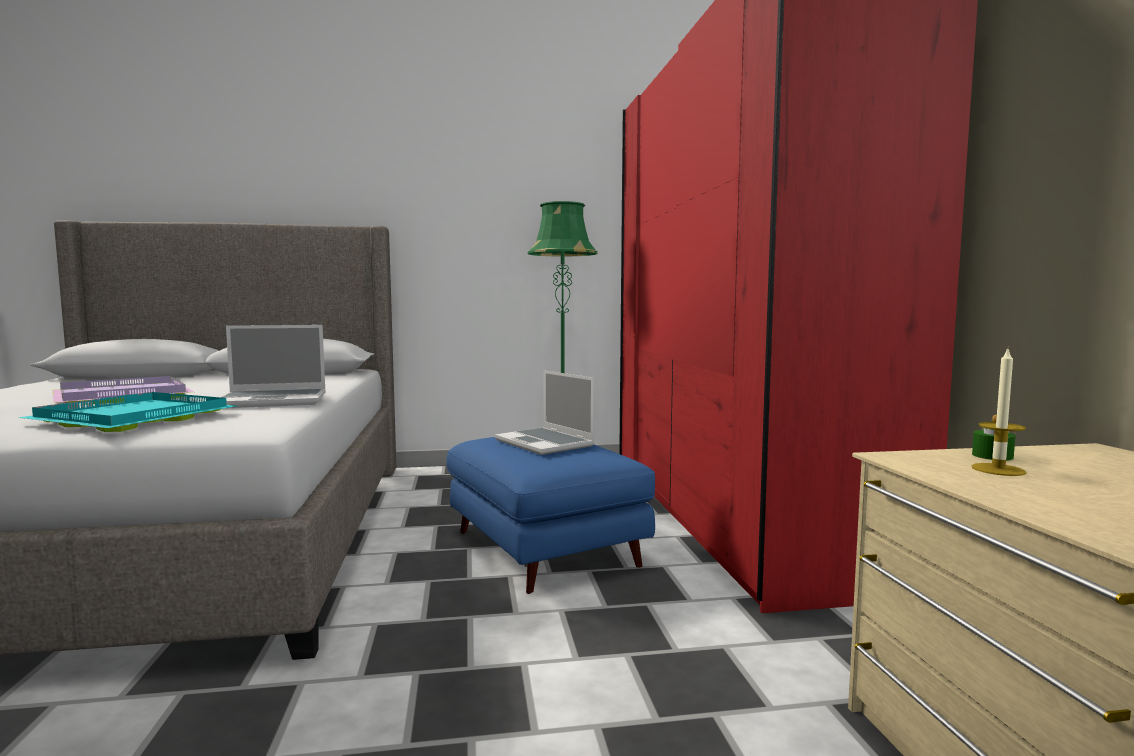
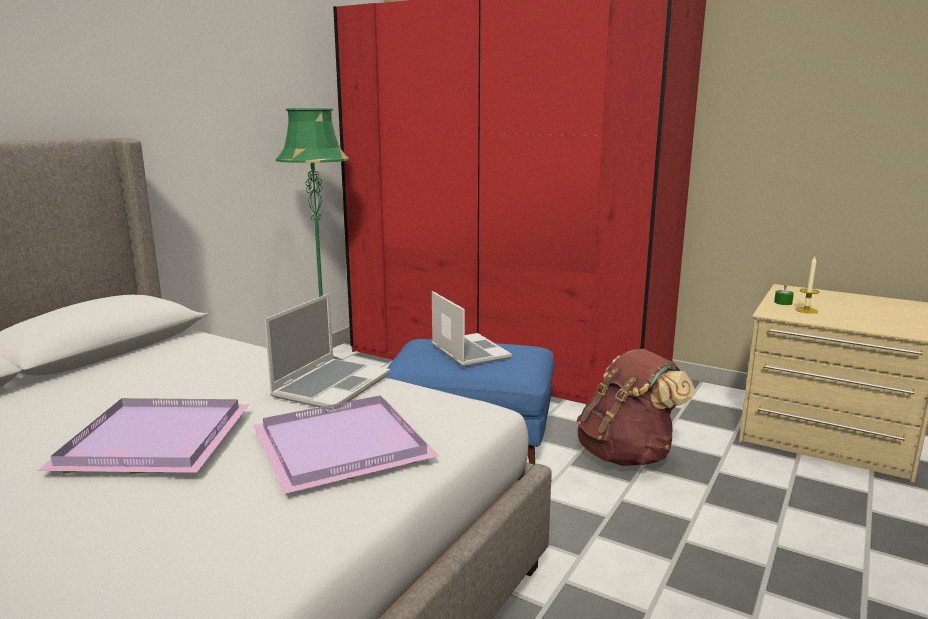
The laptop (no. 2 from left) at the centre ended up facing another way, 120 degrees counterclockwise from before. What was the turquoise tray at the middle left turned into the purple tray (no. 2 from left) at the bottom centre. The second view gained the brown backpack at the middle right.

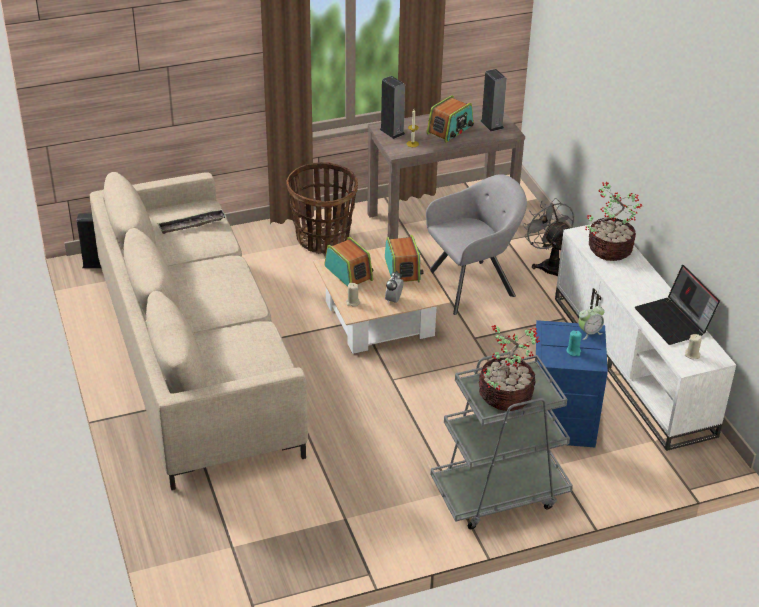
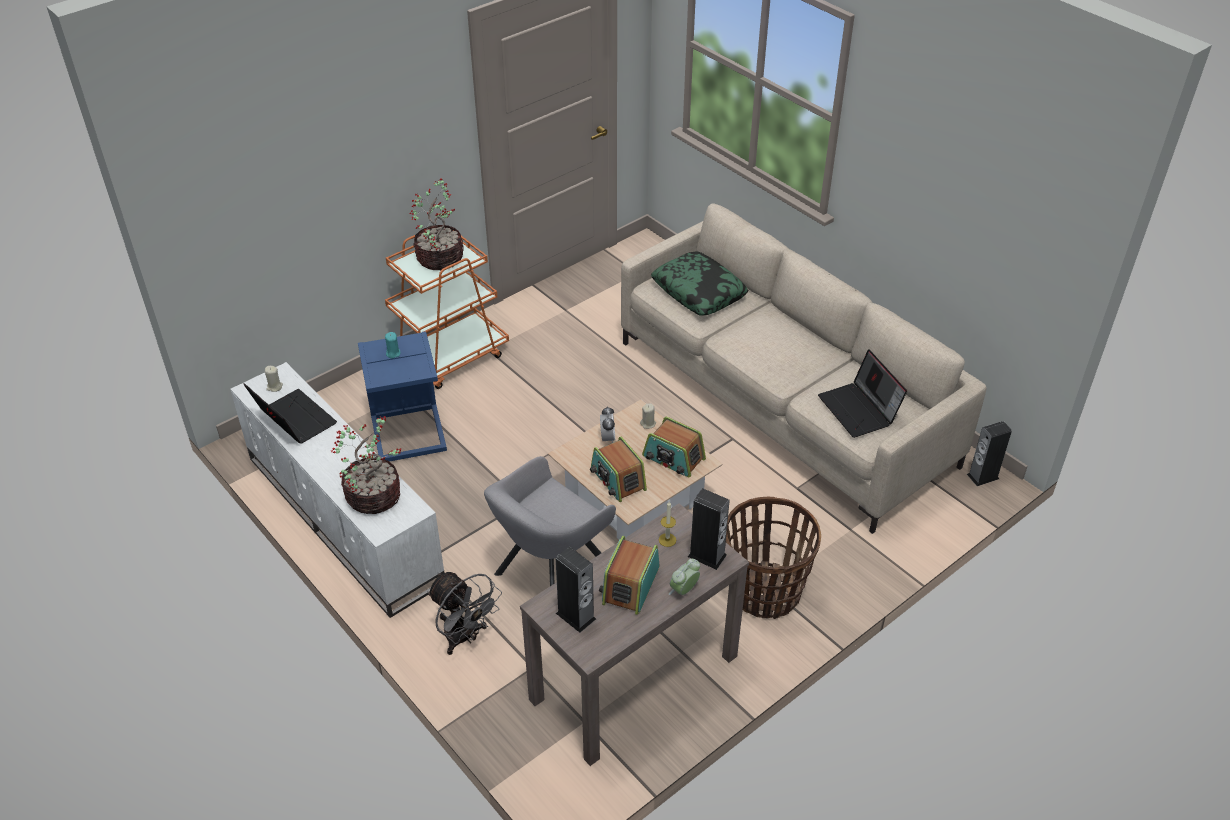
Where the tray stood at the middle left, the laptop (no. 2 from left) came to stand at the middle right. The alarm clock (no. 2 from left) ended up elsewhere, having gone from the middle right to the bottom centre. What was the grey cart at the bottom centre turned into the orange cart at the centre. The second view gained the pillow at the centre.

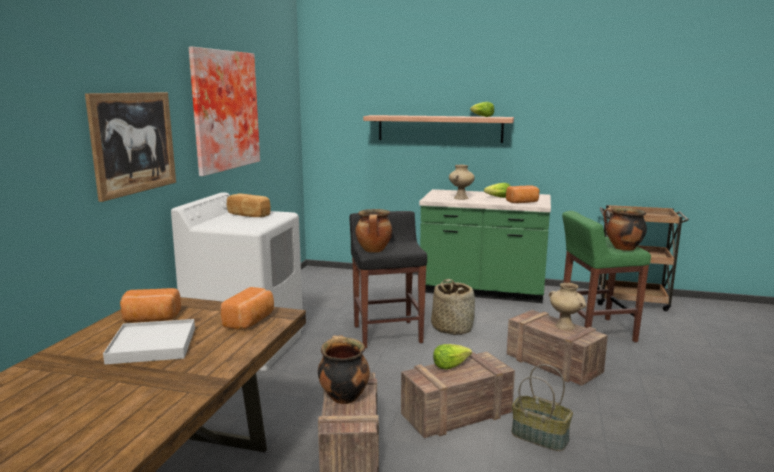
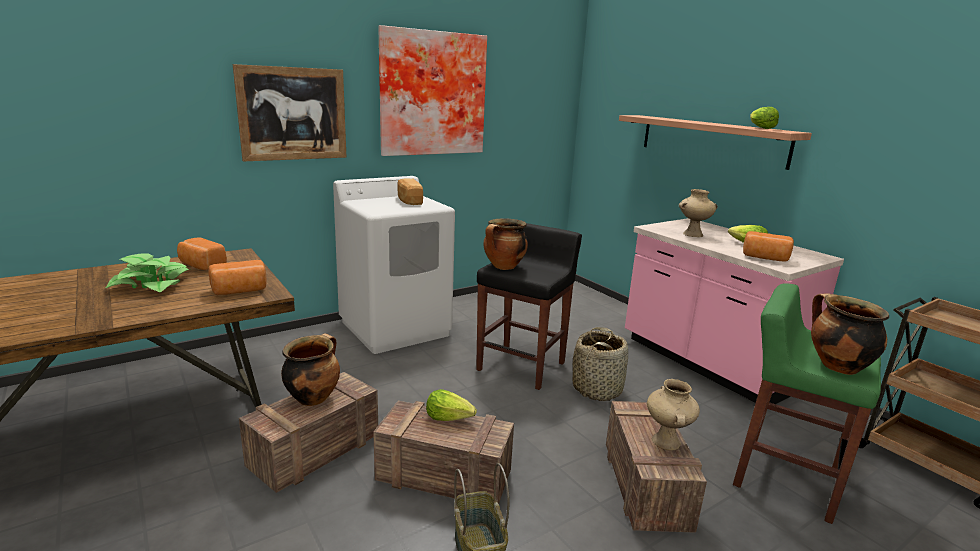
What was the green counter at the centre turned into the pink counter at the middle right. Where the white tray stood at the bottom left, the potted plant came to stand at the middle left.

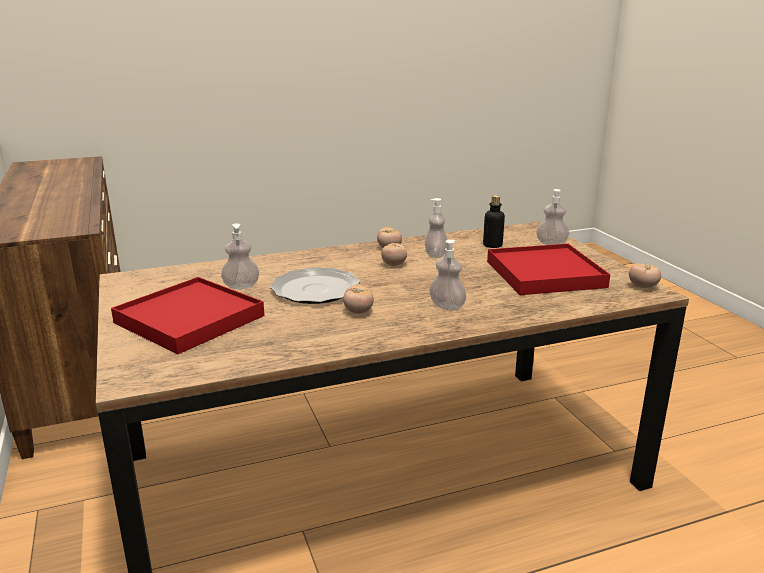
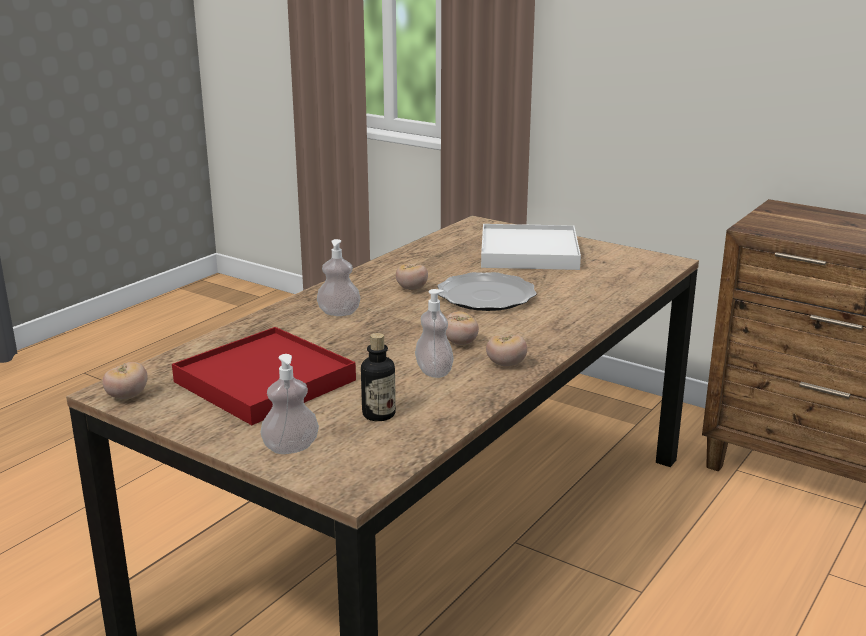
The second view lost the soap dispenser (no. 1 from left) at the middle left. What was the red tray (no. 1 from left) at the middle left turned into the white tray at the centre.

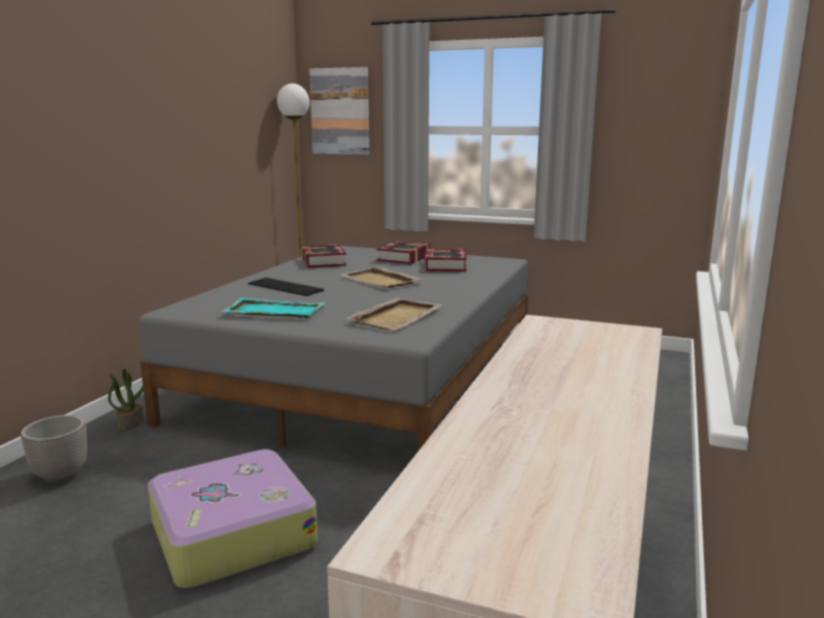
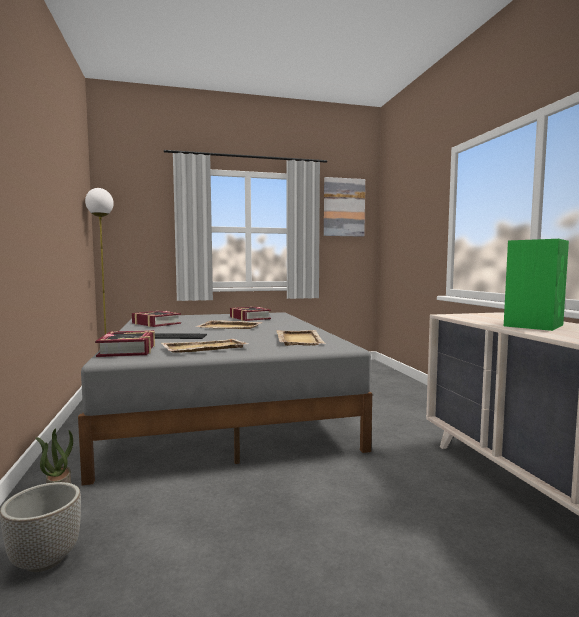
The picture ended up elsewhere, having gone from the top centre to the centre. The book (no. 2 from left in the first image) ended up elsewhere, having gone from the centre to the middle left. What was the turquoise tray at the middle left turned into the beige tray (no. 1 from left) at the centre. The second view lost the suitcase at the bottom left. The second view gained the green speaker at the middle right.

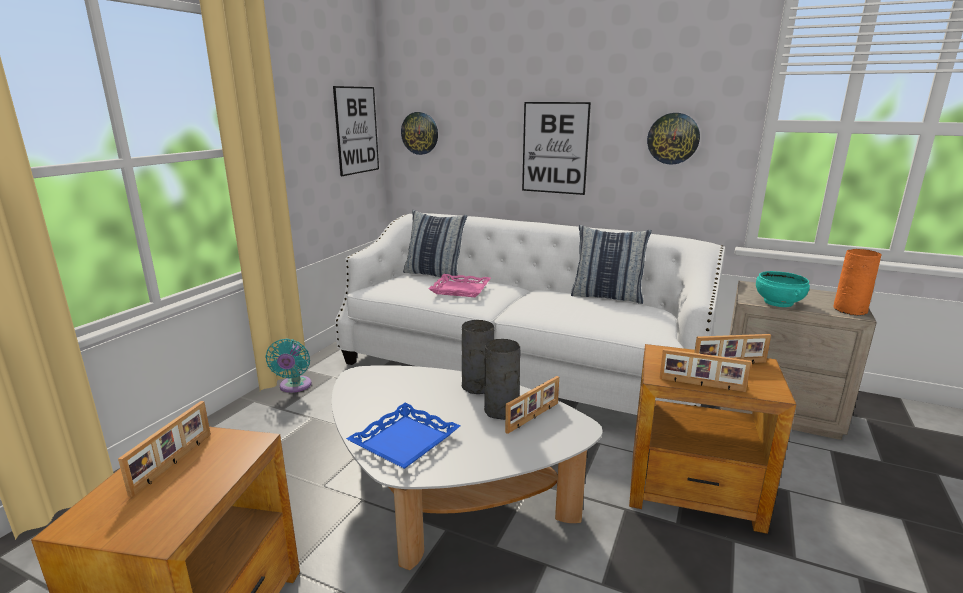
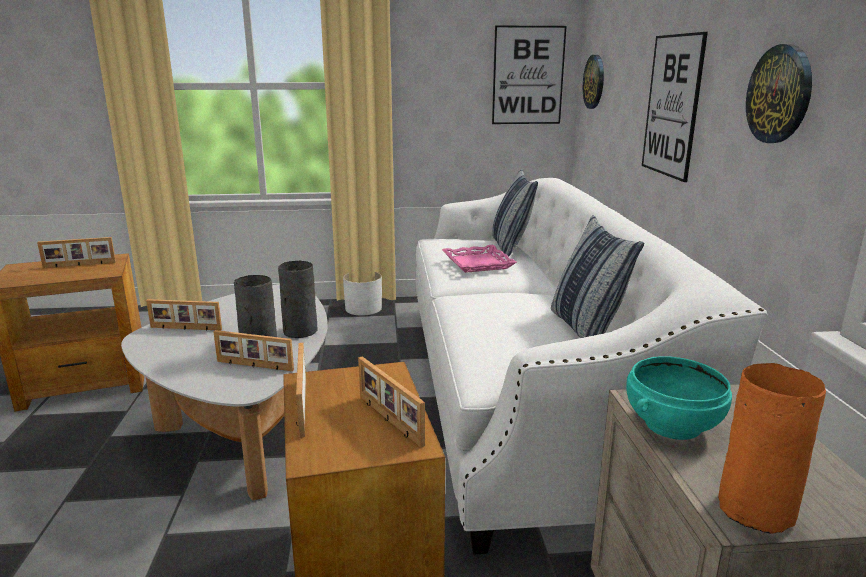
Where the turquoise fan stood at the middle left, the white planter came to stand at the centre. Where the blue tray stood at the bottom centre, the picture frame (no. 2 from left) came to stand at the middle left.

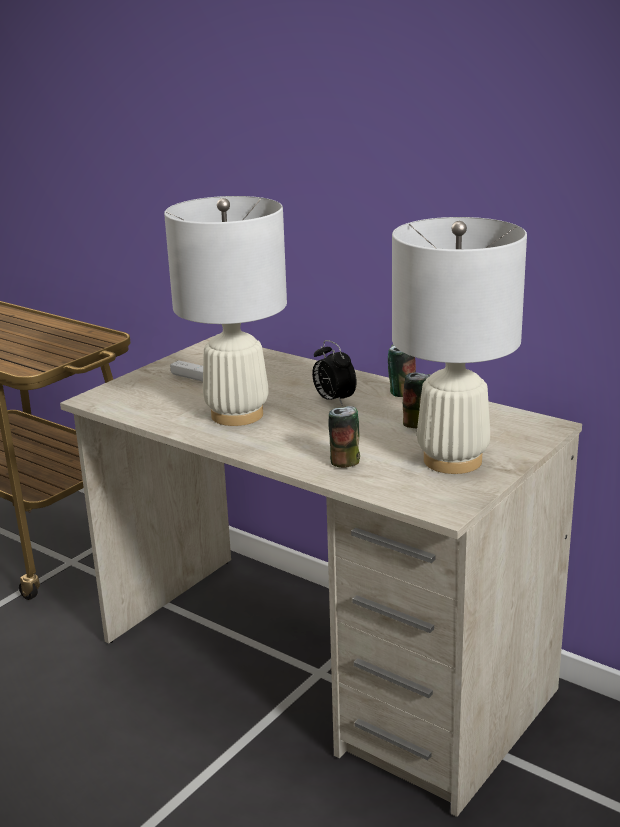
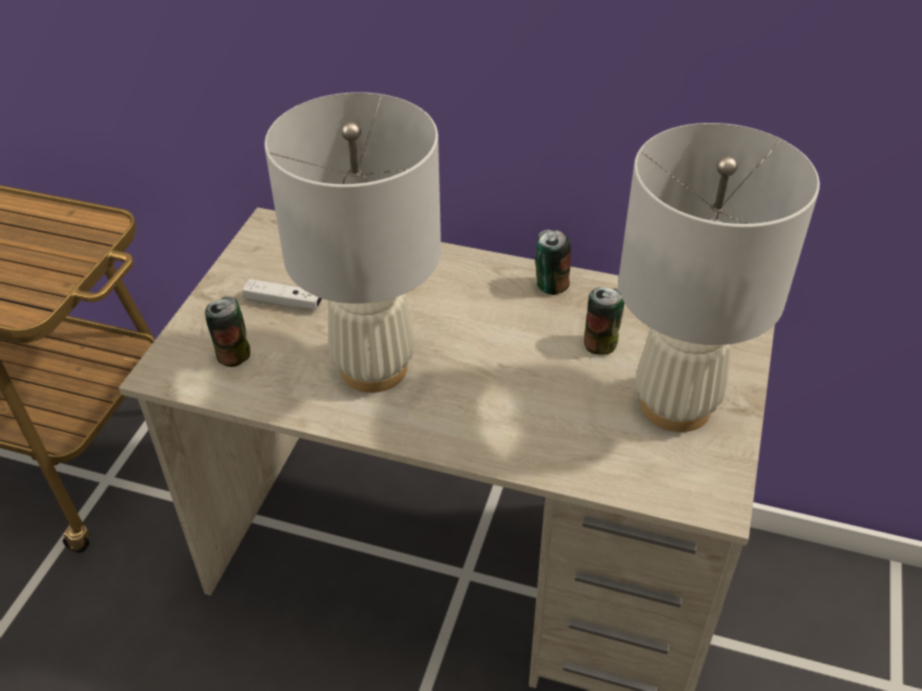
The second view lost the alarm clock at the centre. The can (no. 1 from left) ended up elsewhere, having gone from the centre to the middle left.

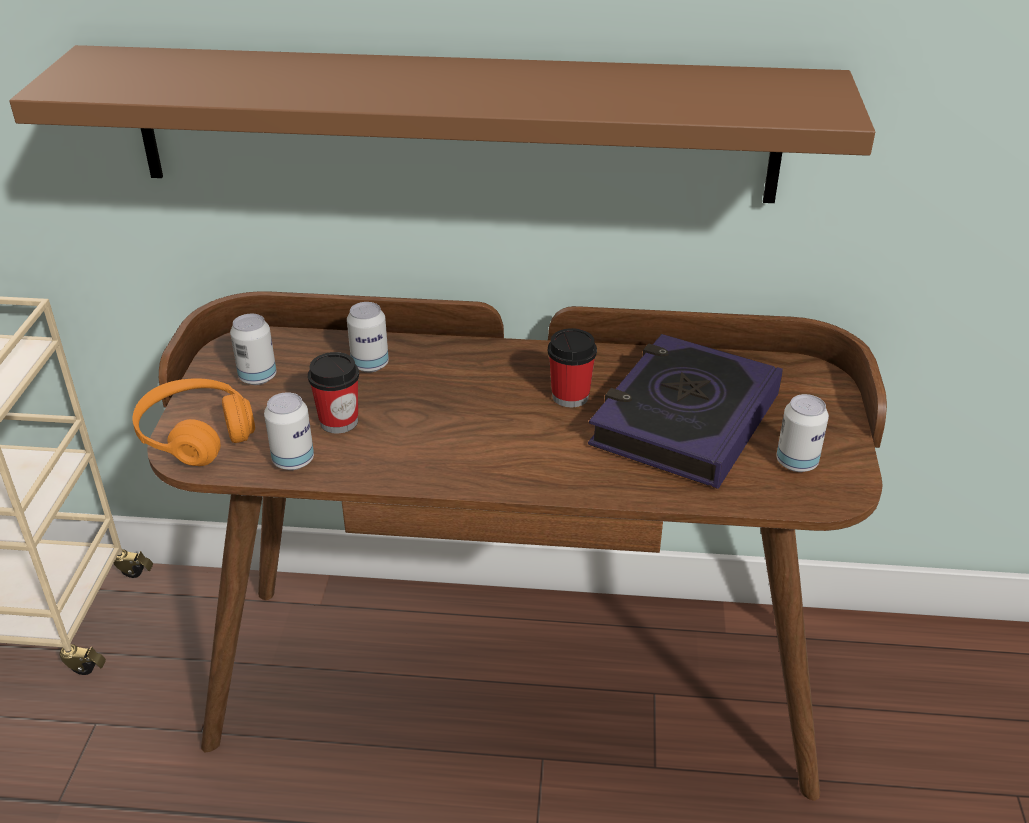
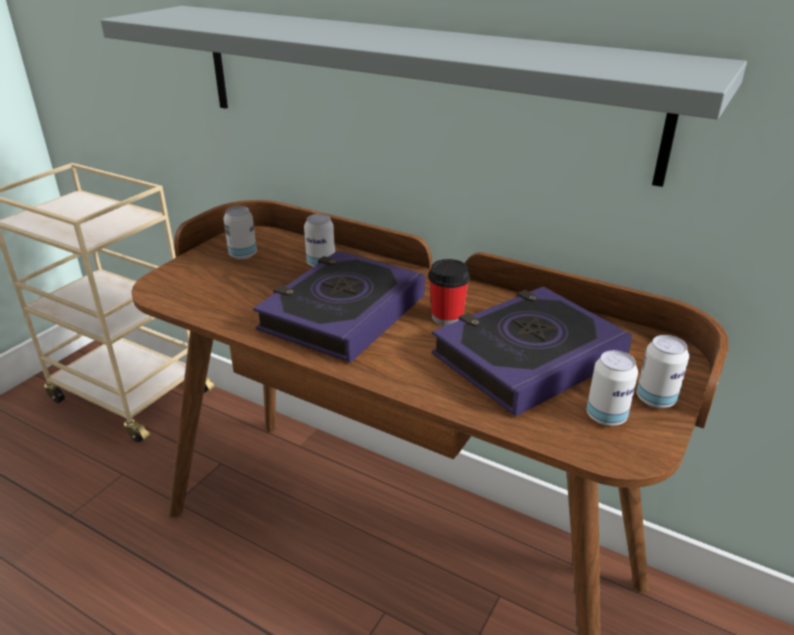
What was the brown shelf at the top centre turned into the grey shelf at the top centre. The second view lost the cup (no. 1 from left) at the middle left. The second view lost the orange headphones at the middle left. The can (no. 2 from left in the first image) ended up elsewhere, having gone from the middle left to the middle right. The second view gained the book (no. 1 from left) at the centre.

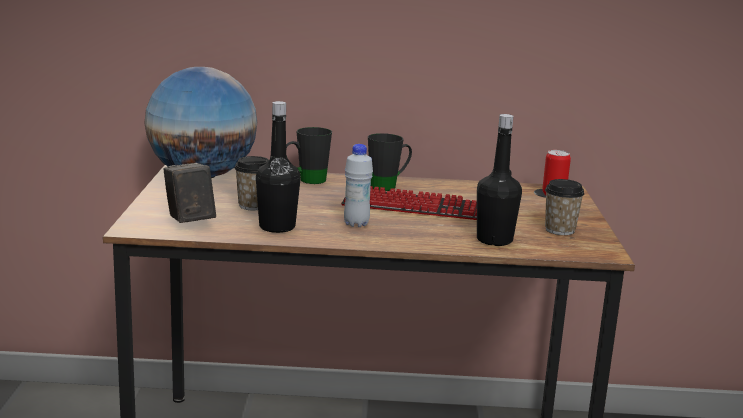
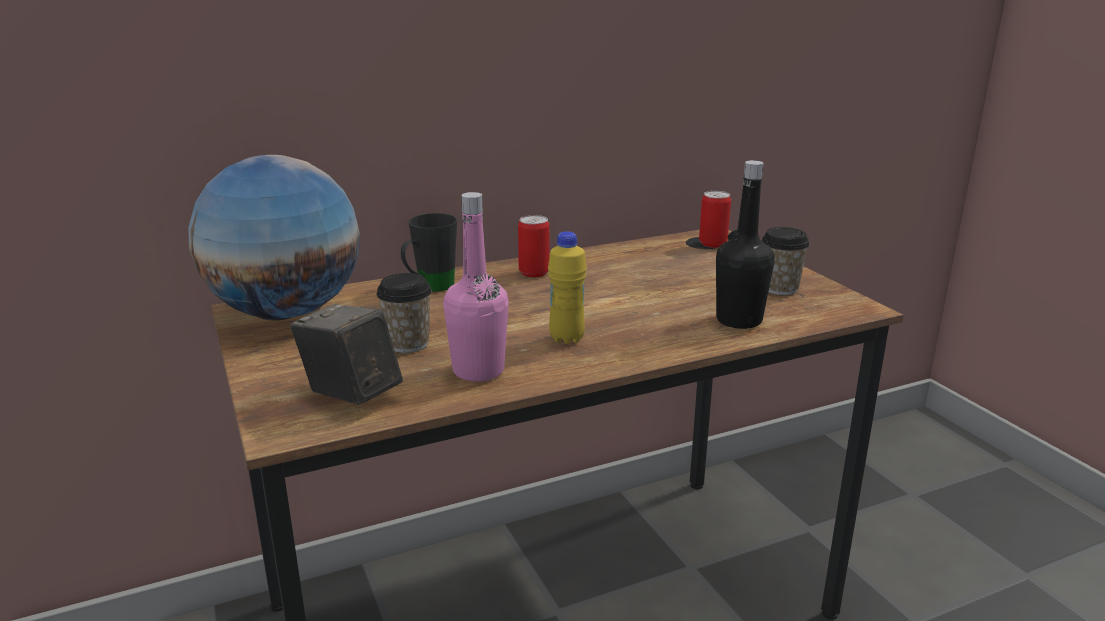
What was the black bottle (no. 1 from left) at the centre turned into the pink bottle at the centre. Where the black mug (no. 2 from left) stood at the centre, the can (no. 1 from left) came to stand at the centre. What was the white bottle at the centre turned into the yellow bottle at the centre. The second view lost the keyboard at the centre.

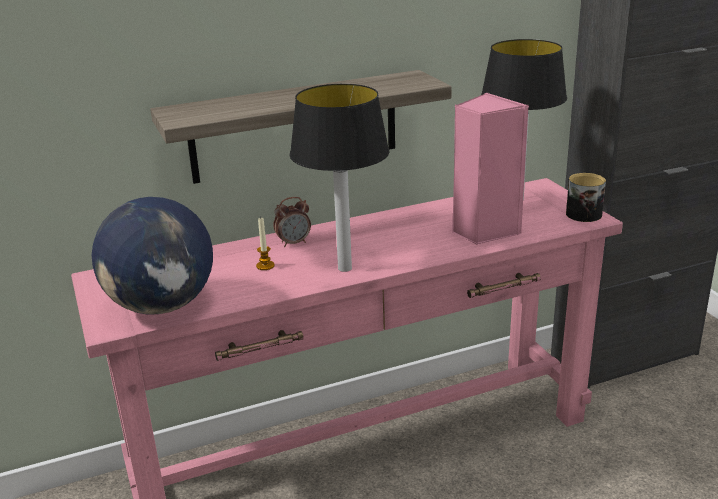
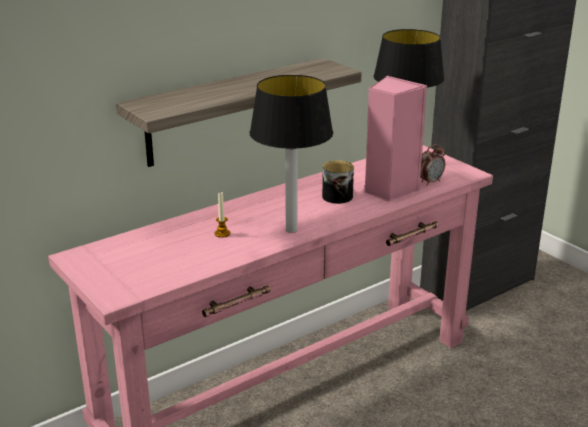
The mug ended up elsewhere, having gone from the middle right to the centre. The second view lost the globe at the middle left. The alarm clock ended up elsewhere, having gone from the centre to the middle right.

